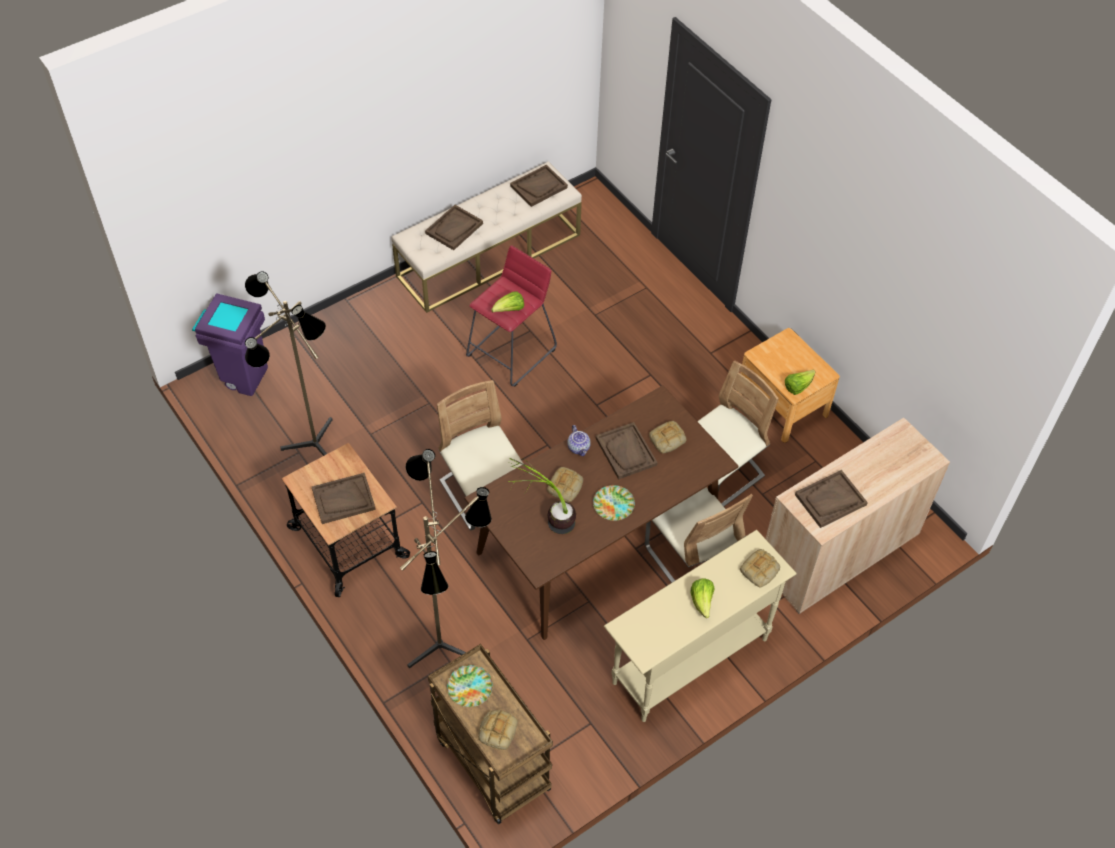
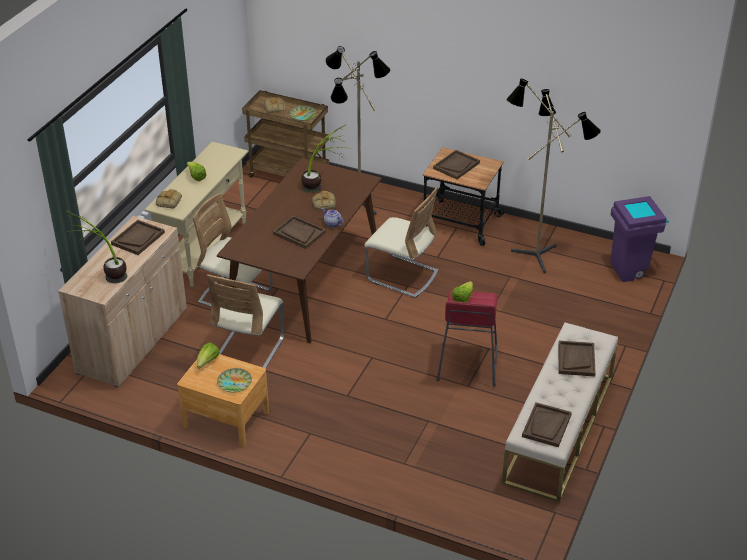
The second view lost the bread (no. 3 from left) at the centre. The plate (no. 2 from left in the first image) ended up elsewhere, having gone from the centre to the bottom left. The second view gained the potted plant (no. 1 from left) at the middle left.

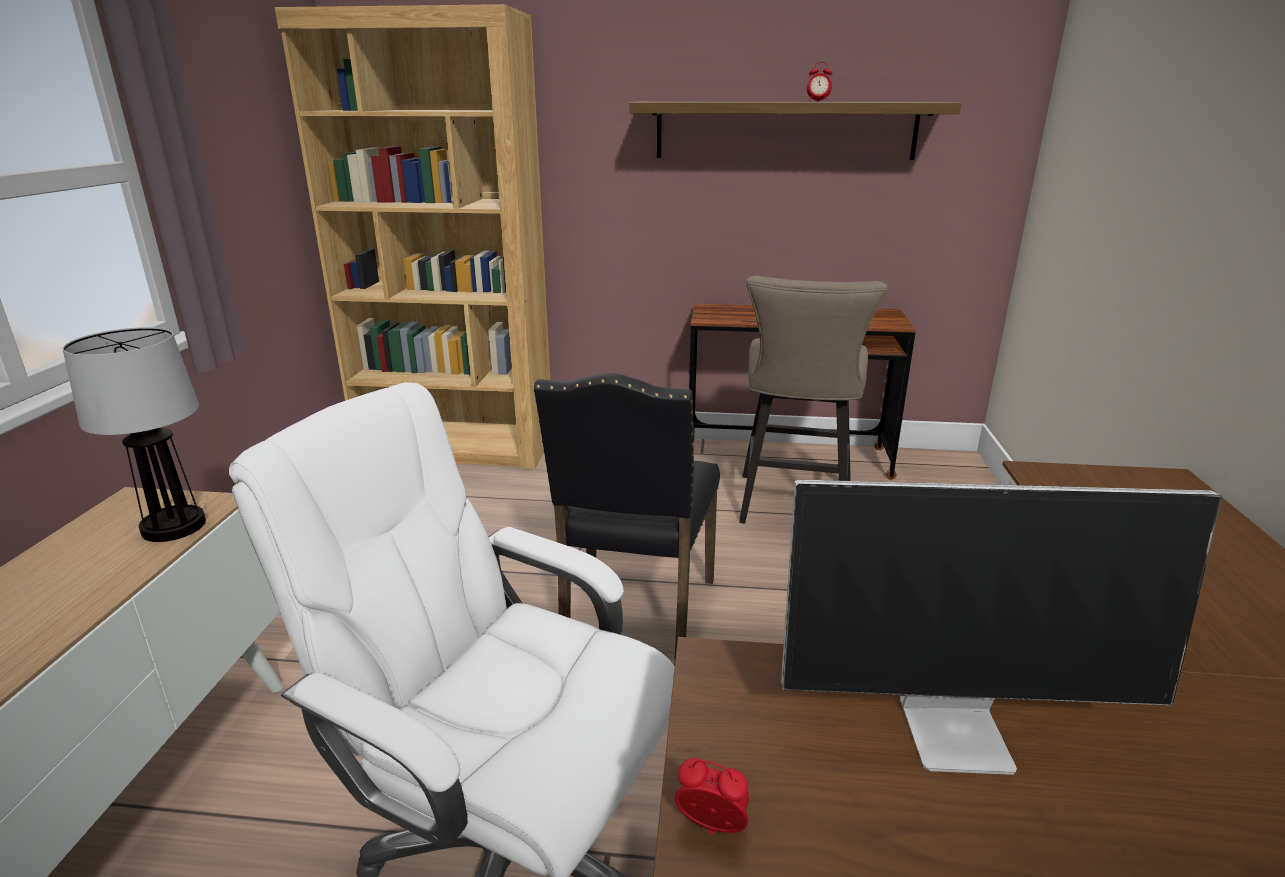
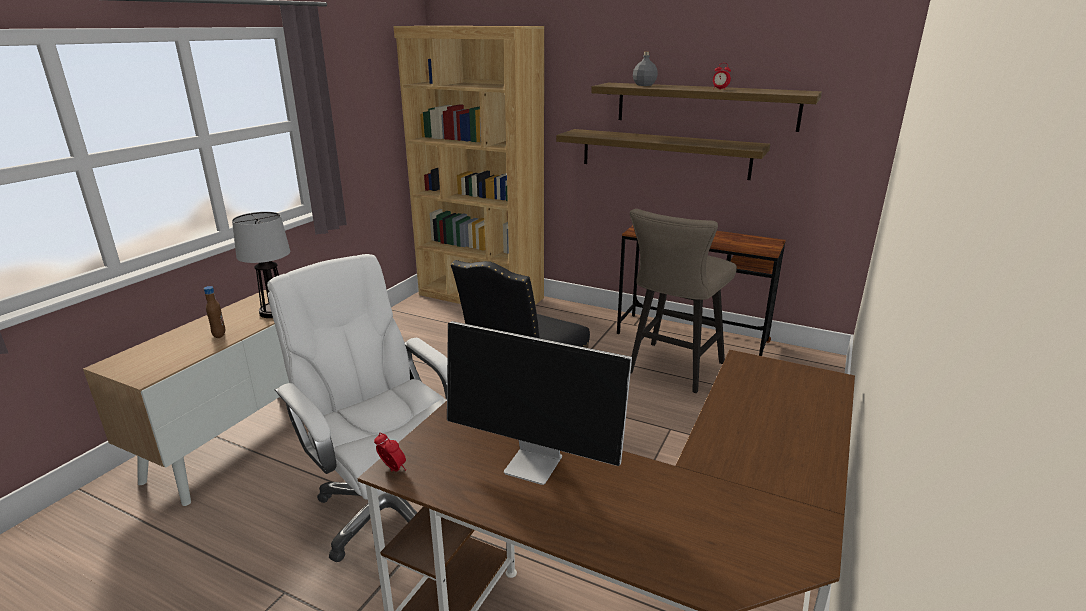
The second view gained the grey bottle at the top centre. The second view gained the shelf (no. 1 from left) at the top centre. The second view gained the brown bottle at the middle left.

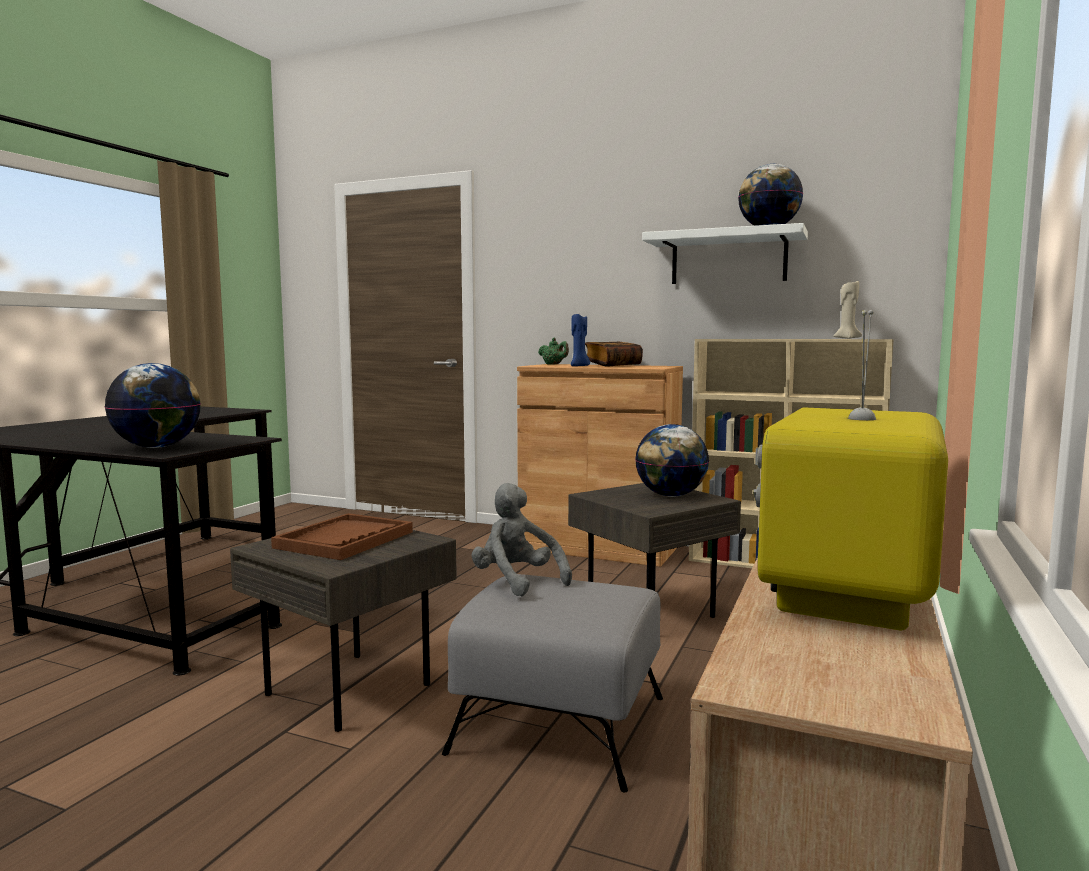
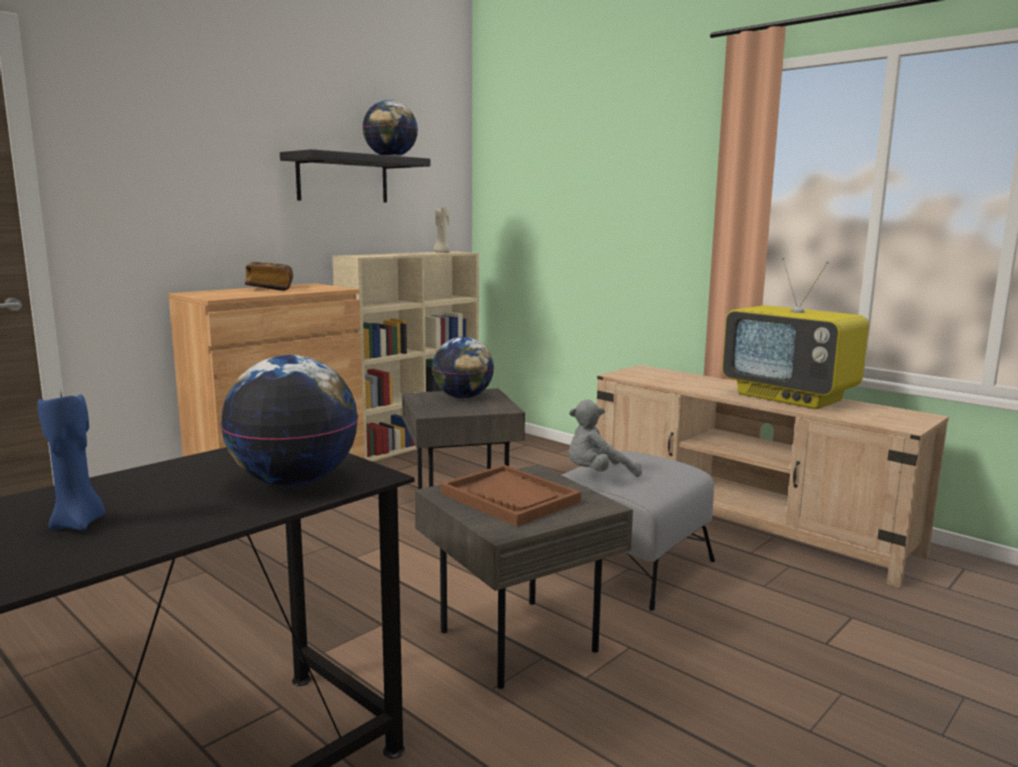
What was the white shelf at the top centre turned into the black shelf at the top centre. The blue candle ended up elsewhere, having gone from the centre to the middle left. The second view lost the green teapot at the centre.

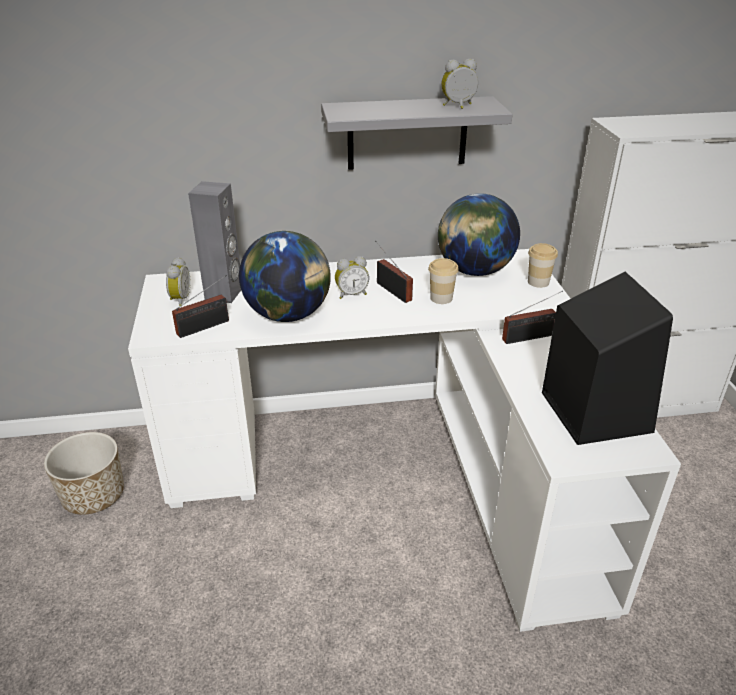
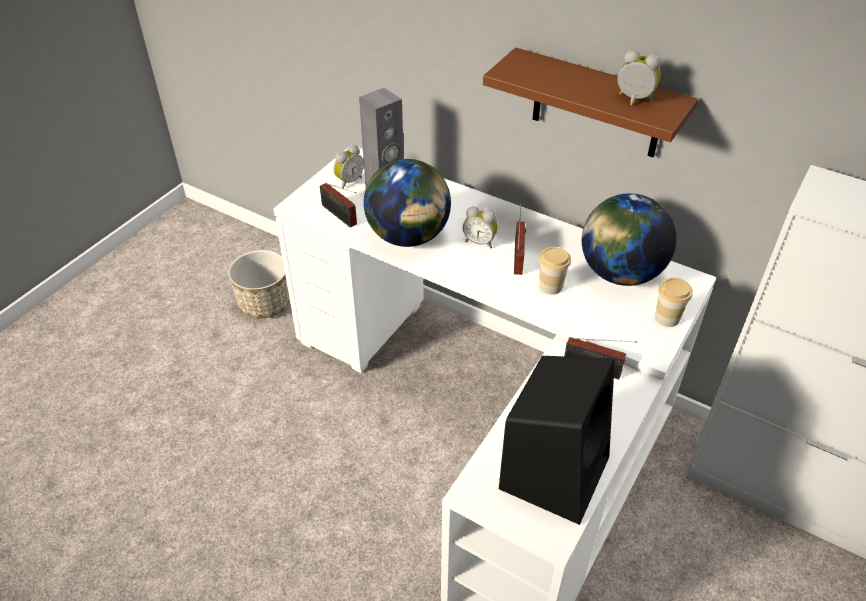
What was the grey shelf at the top centre turned into the brown shelf at the top right. The radio (no. 1 from left) at the middle left ended up facing another way, 45 degrees clockwise from before.

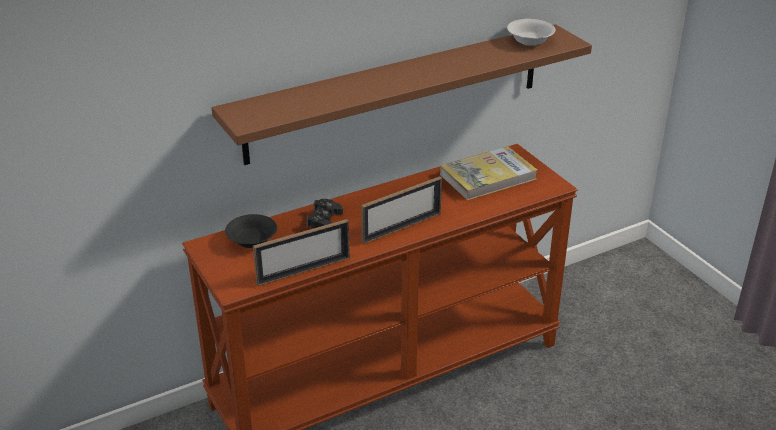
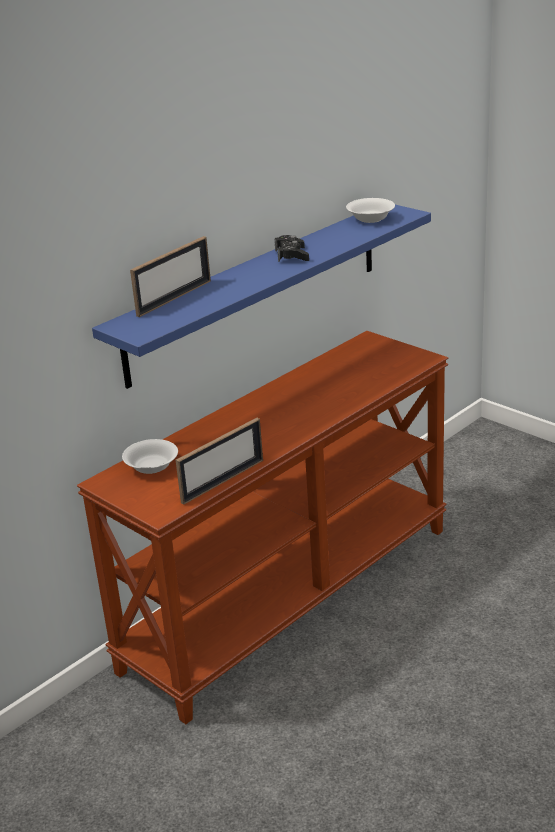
What was the brown shelf at the top centre turned into the blue shelf at the centre. The second view lost the book at the centre. The picture frame (no. 2 from left in the first image) ended up elsewhere, having gone from the centre to the top left. The black game controller ended up elsewhere, having gone from the centre to the top centre. What was the black bowl at the middle left turned into the white bowl (no. 1 from left) at the middle left.

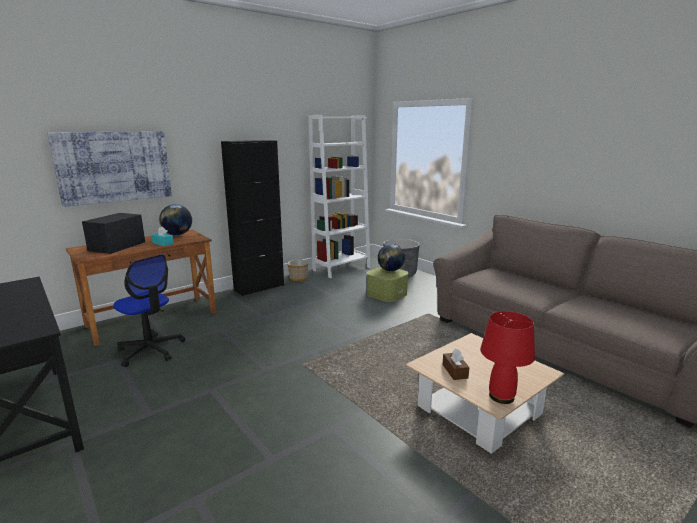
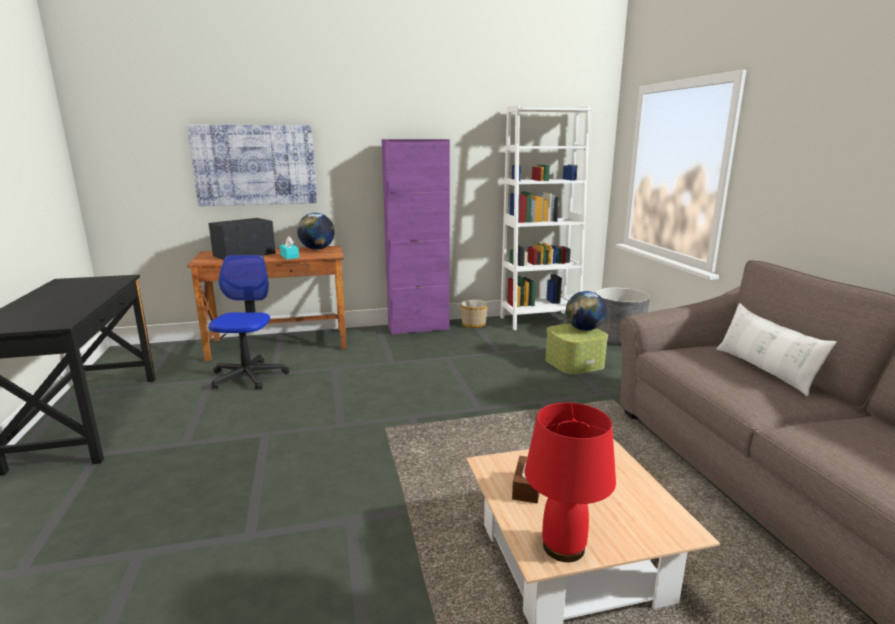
What was the black cabinet at the centre turned into the purple cabinet at the centre. The office chair at the middle left ended up facing another way, 150 degrees counterclockwise from before. The second view gained the white pillow at the middle right.

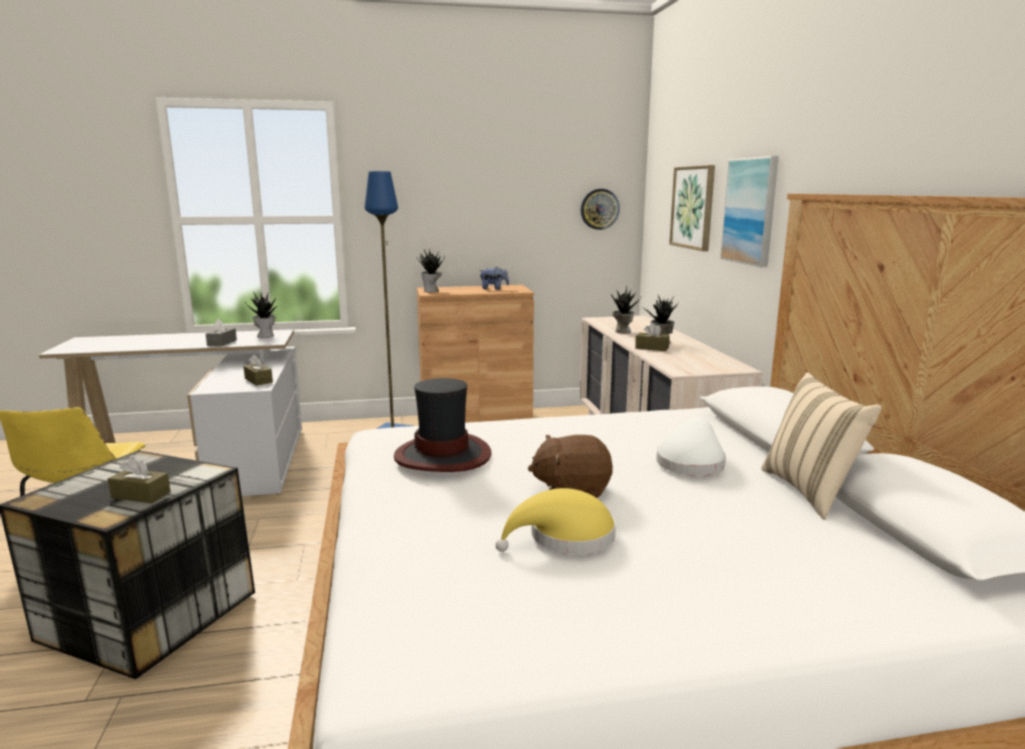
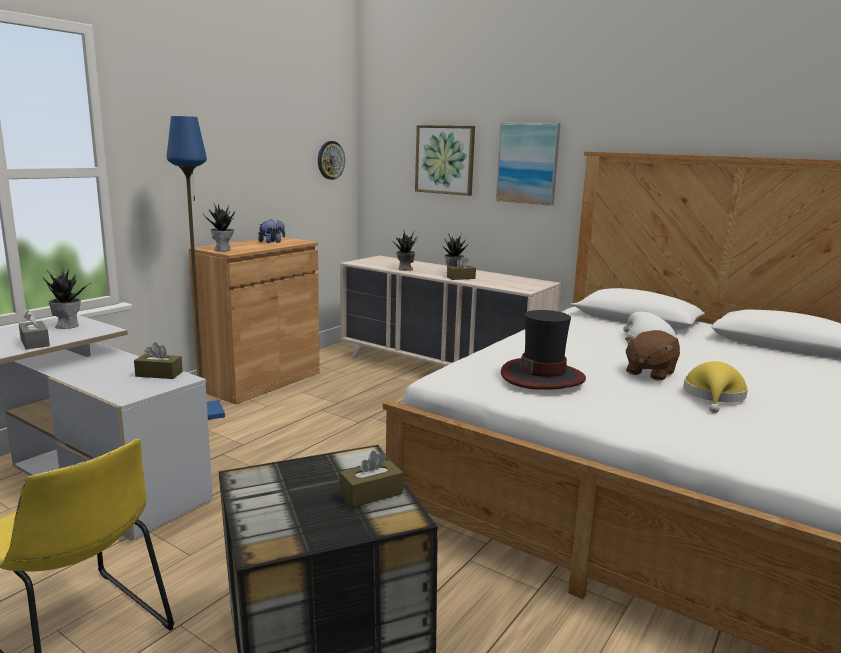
The second view lost the beige pillow at the middle right.

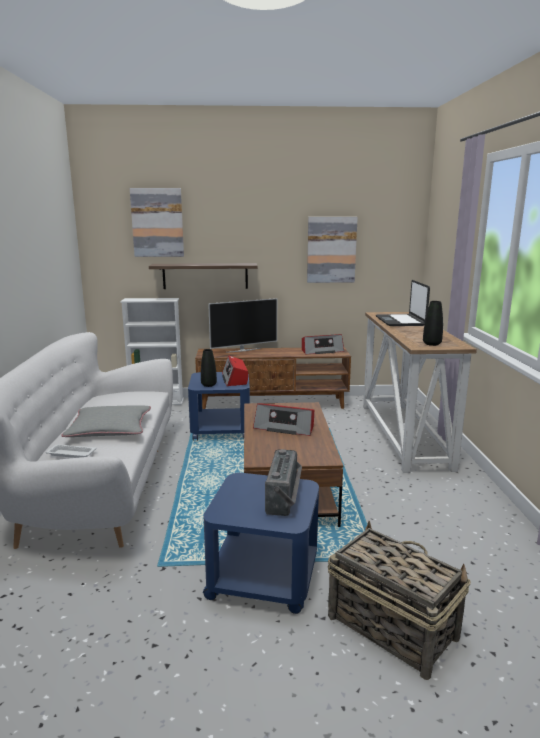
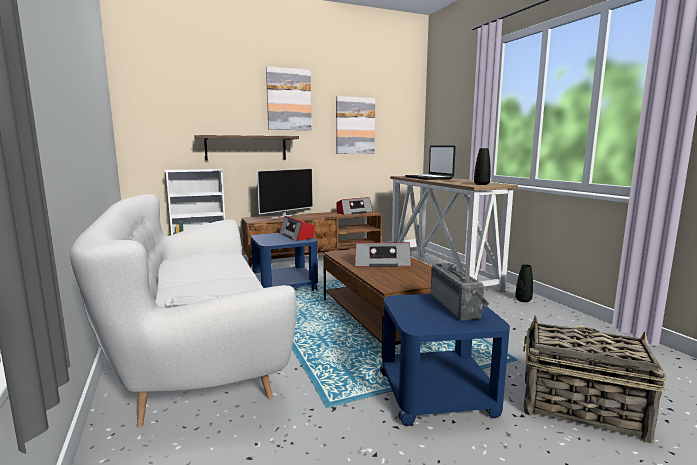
The picture (no. 1 from left) ended up elsewhere, having gone from the top left to the top centre. The black vase (no. 1 from left in the first image) ended up elsewhere, having gone from the centre to the middle right. The second view lost the grey pillow at the middle left.

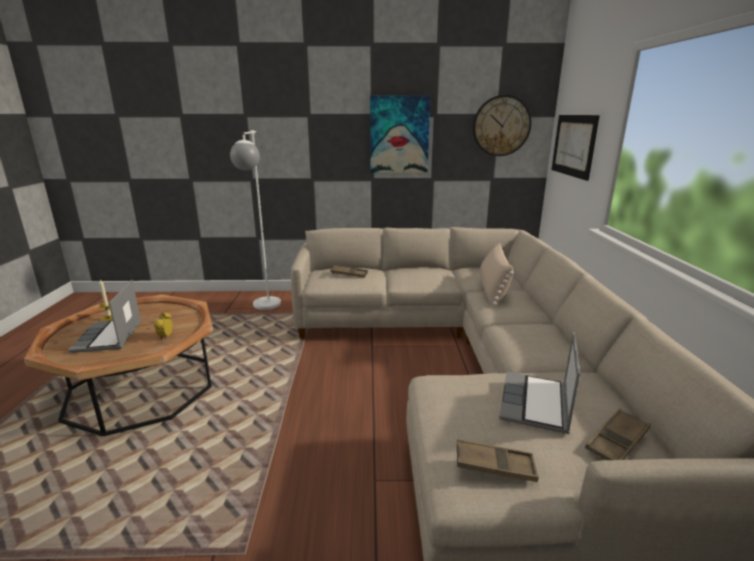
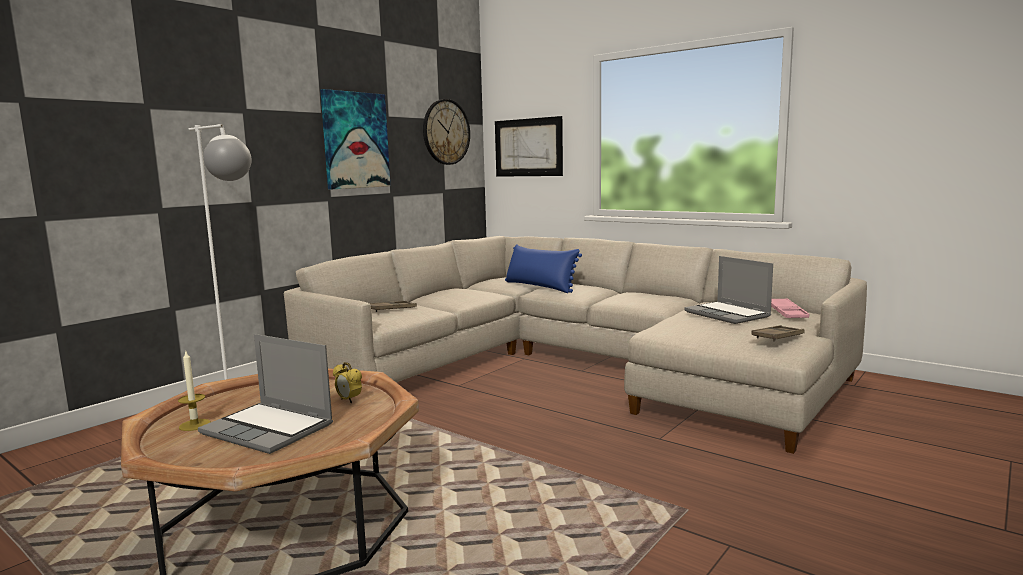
What was the beige pillow at the centre turned into the blue pillow at the centre. What was the brown tray (no. 3 from left) at the bottom right turned into the pink tray at the middle right.

